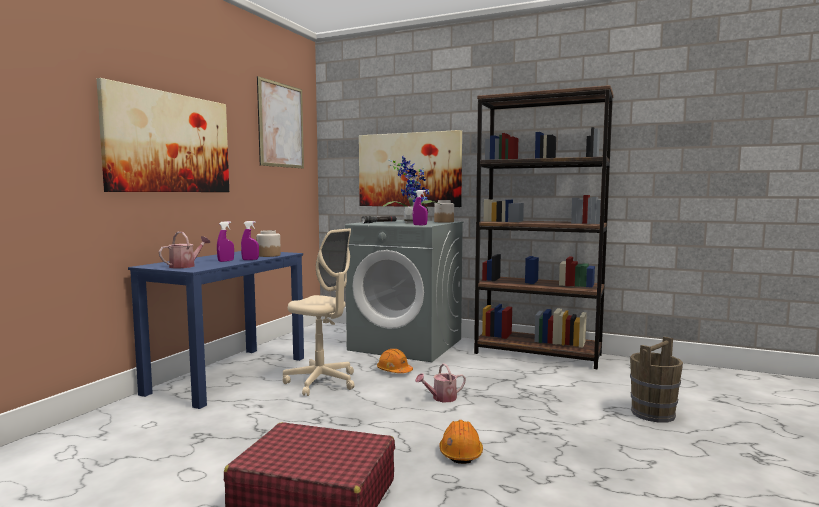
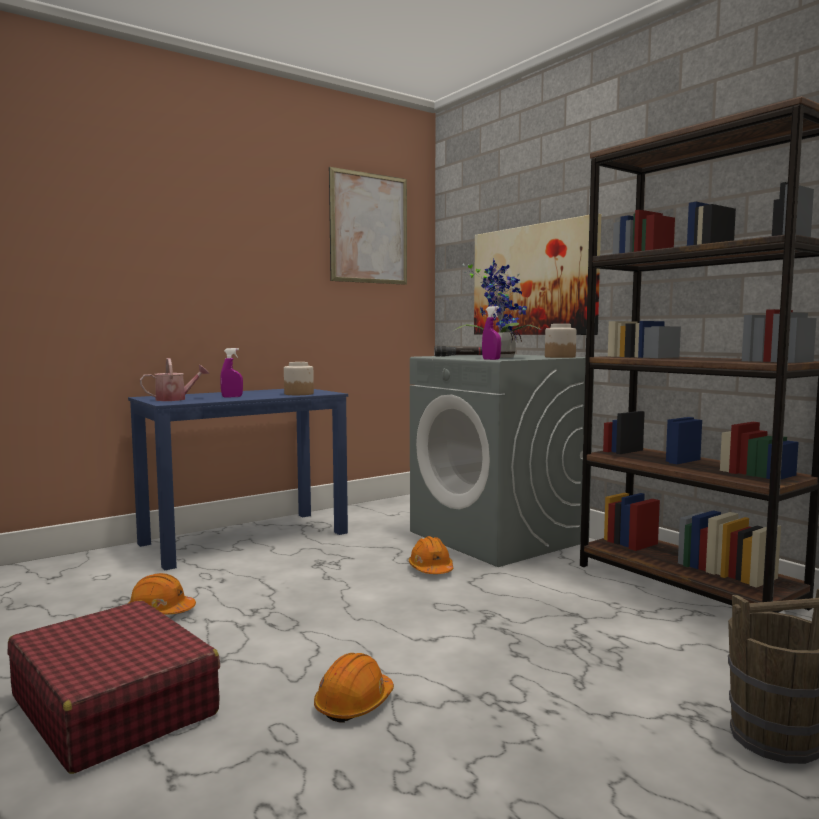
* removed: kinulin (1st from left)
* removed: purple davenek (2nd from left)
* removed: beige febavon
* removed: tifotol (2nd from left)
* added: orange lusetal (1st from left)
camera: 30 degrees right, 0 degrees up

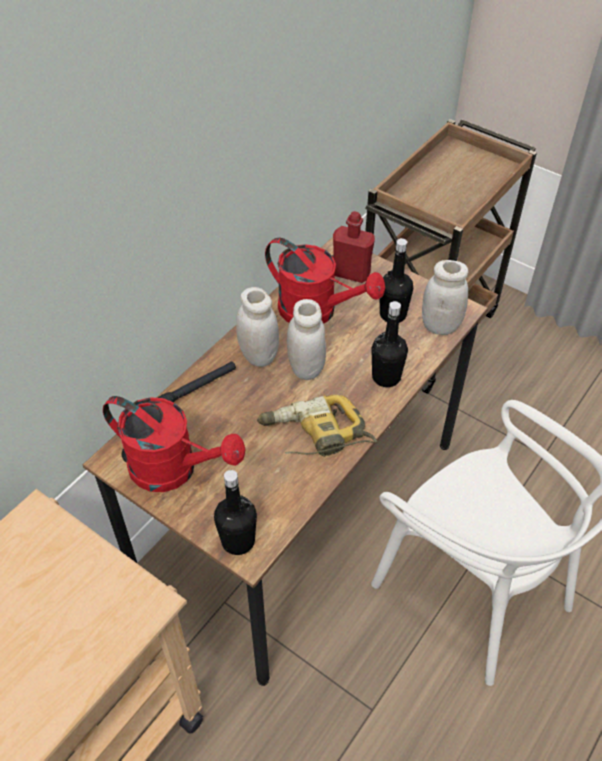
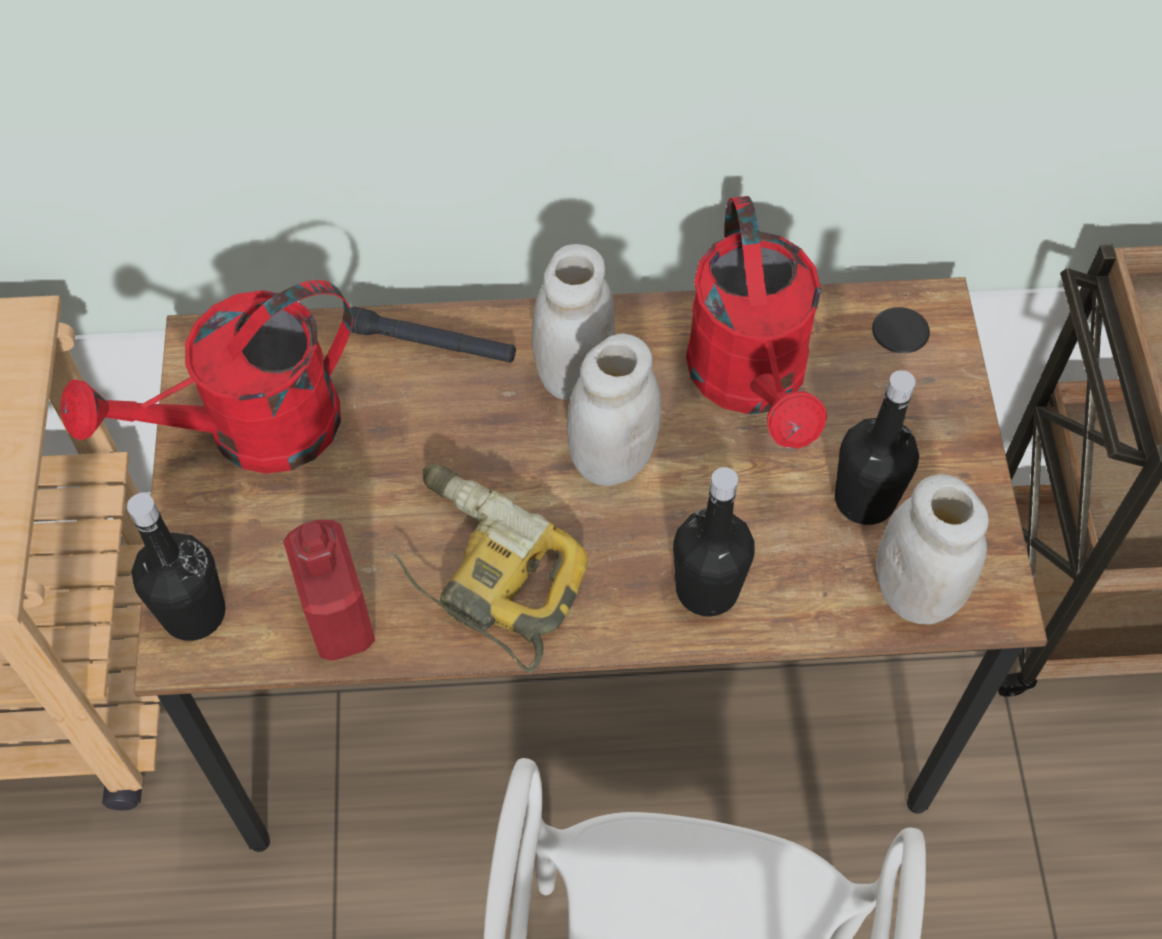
* moved: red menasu
* turned: red tifotol (1st from left) 75 degrees clockwise
camera: 50 degrees right, 10 degrees up

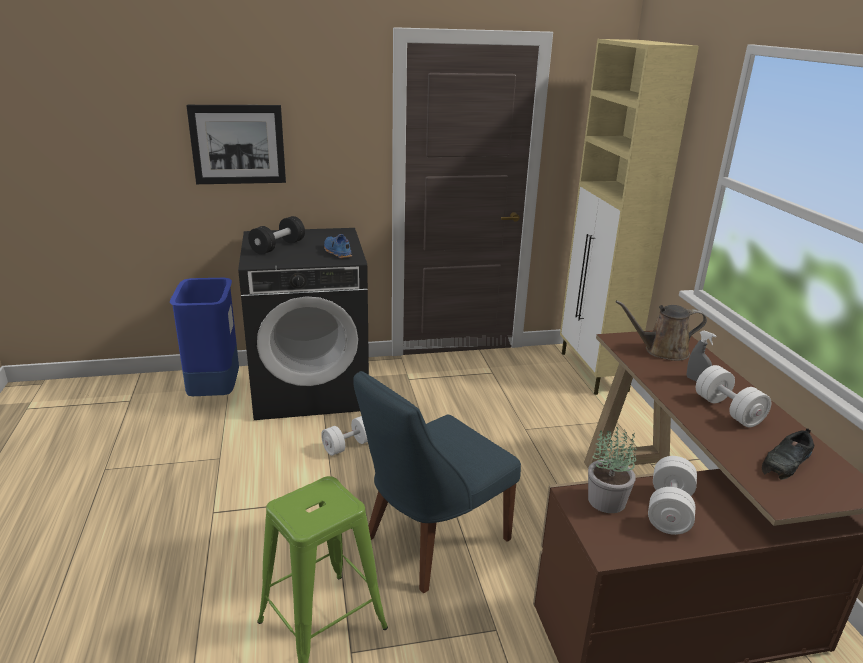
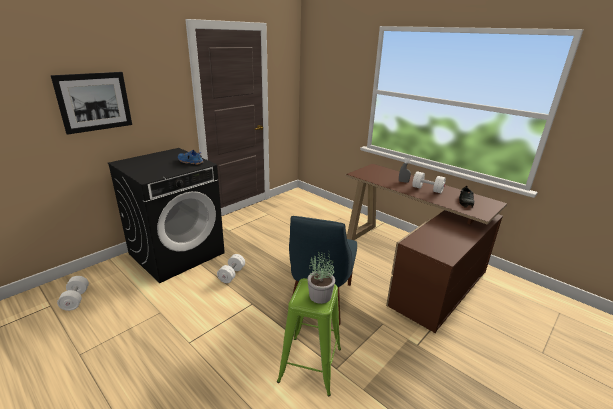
* removed: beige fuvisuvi
* removed: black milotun
* removed: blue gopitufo
* removed: brown tifotol
* moved: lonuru
* moved: white milotun (2nd from left in the first image) to white milotun (1st from left)
camera: 35 degrees left, 0 degrees up

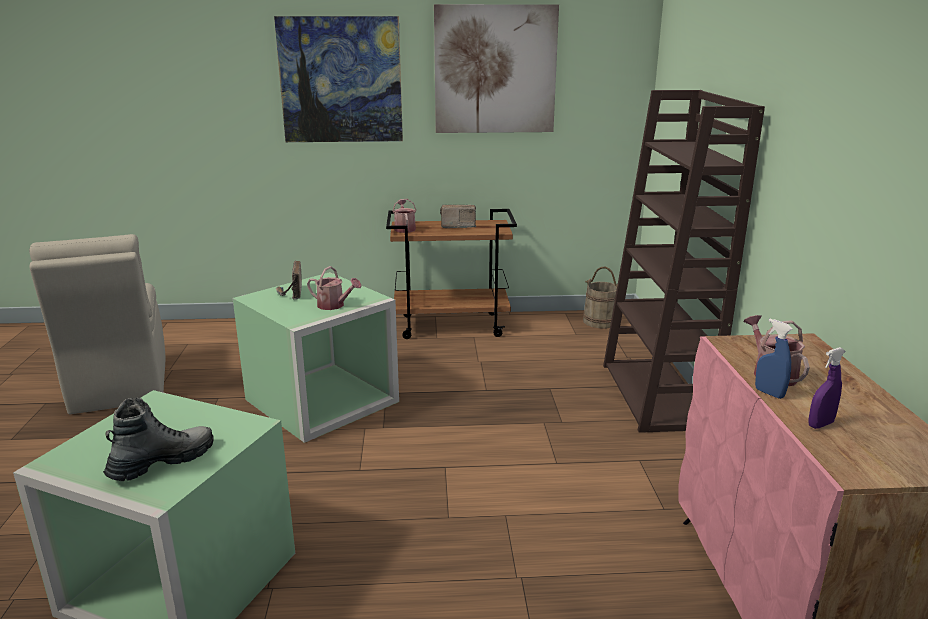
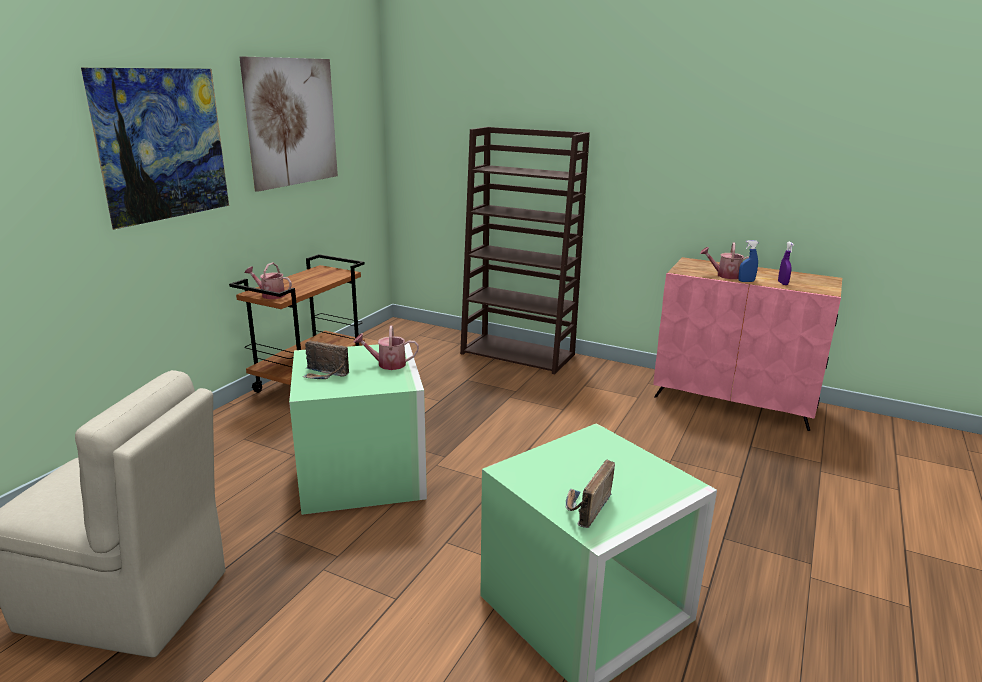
* moved: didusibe (2nd from left)
* turned: tifotol (1st from left in the first image) 150 degrees counterclockwise
* removed: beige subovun
* removed: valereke
camera: 60 degrees left, 0 degrees up

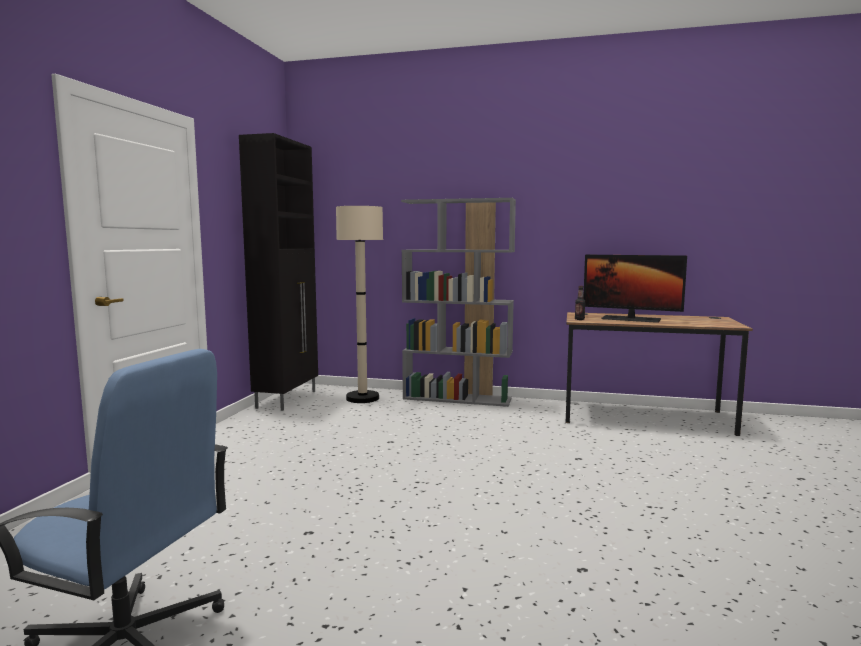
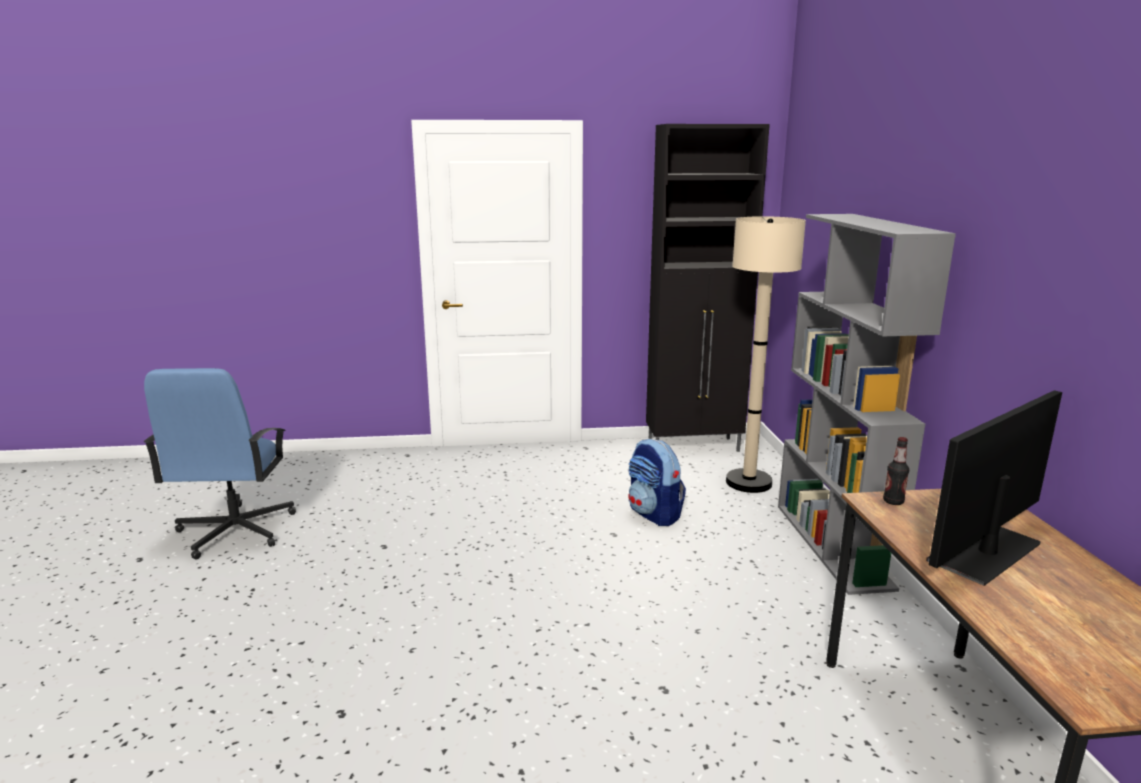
* turned: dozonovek 45 degrees clockwise
* added: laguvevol
camera: 70 degrees right, 10 degrees up

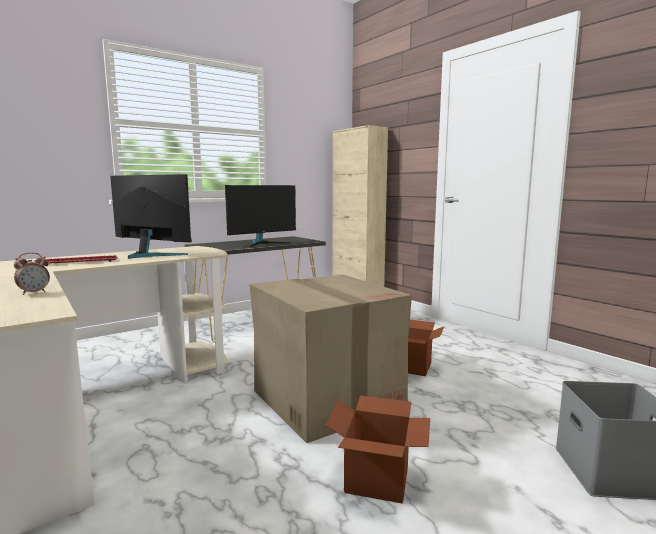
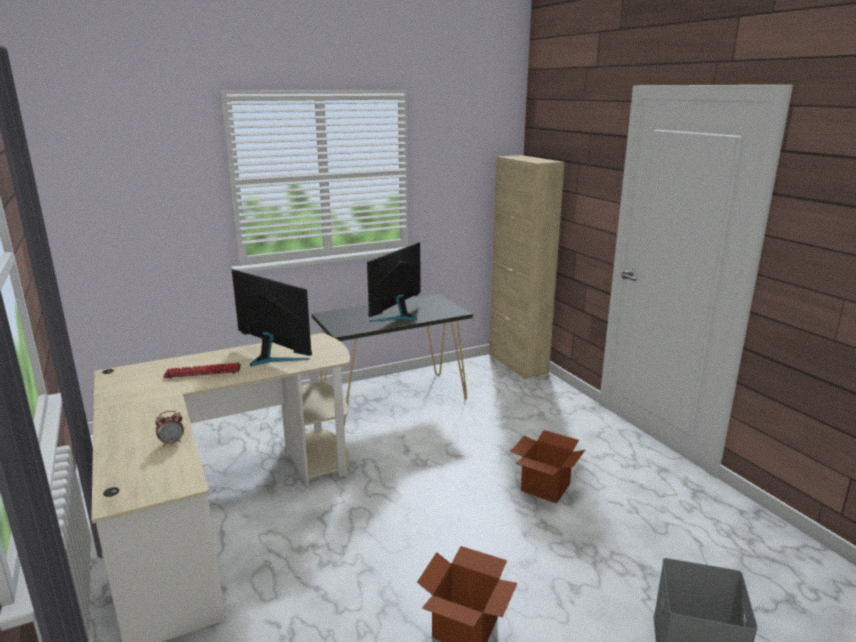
* turned: dozonovek (2nd from left) 150 degrees clockwise
* removed: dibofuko (1st from left)
camera: 10 degrees right, 10 degrees up

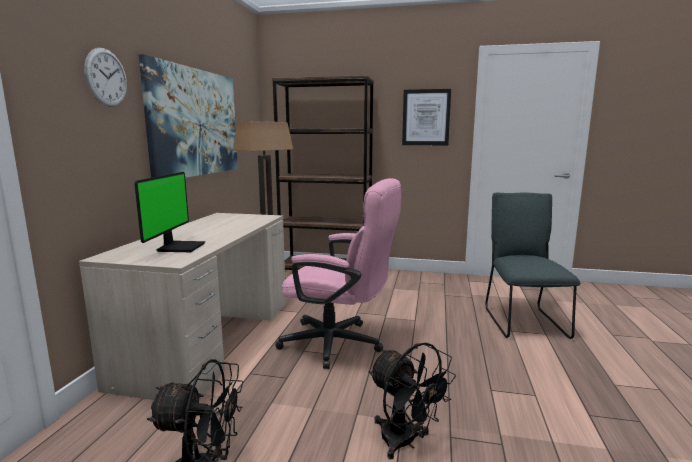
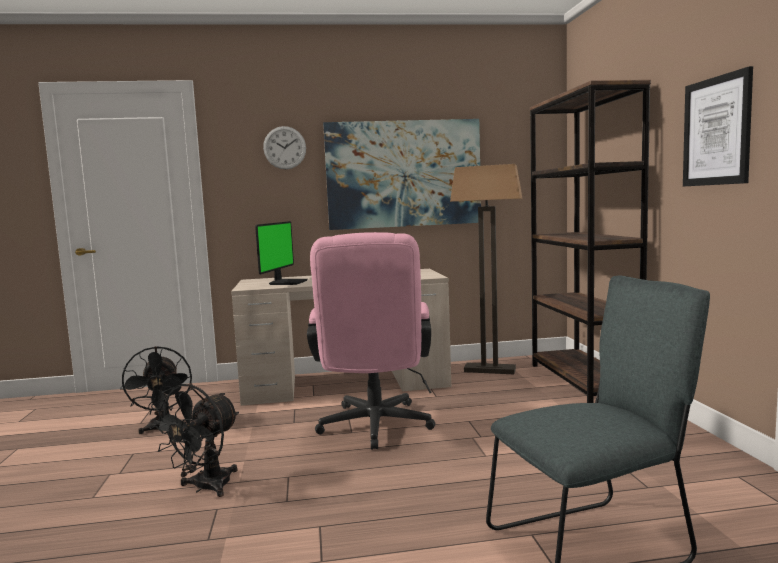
* turned: dozonovek 60 degrees counterclockwise
camera: 70 degrees right, 5 degrees down

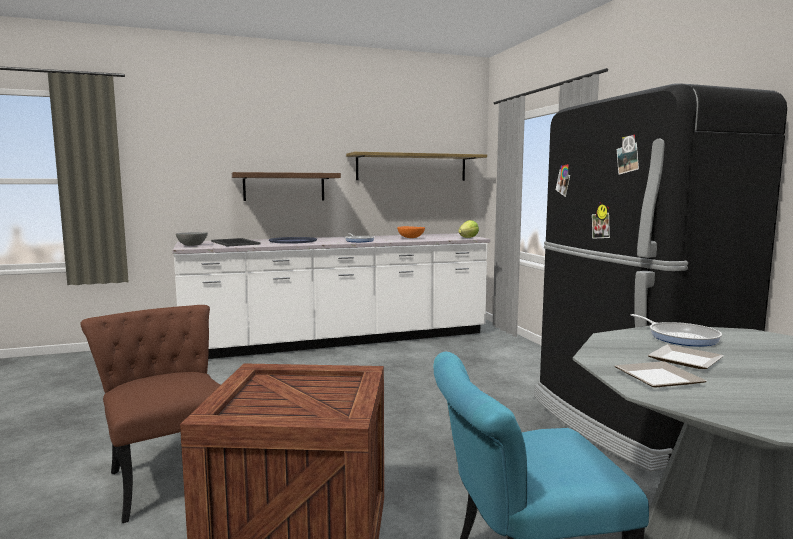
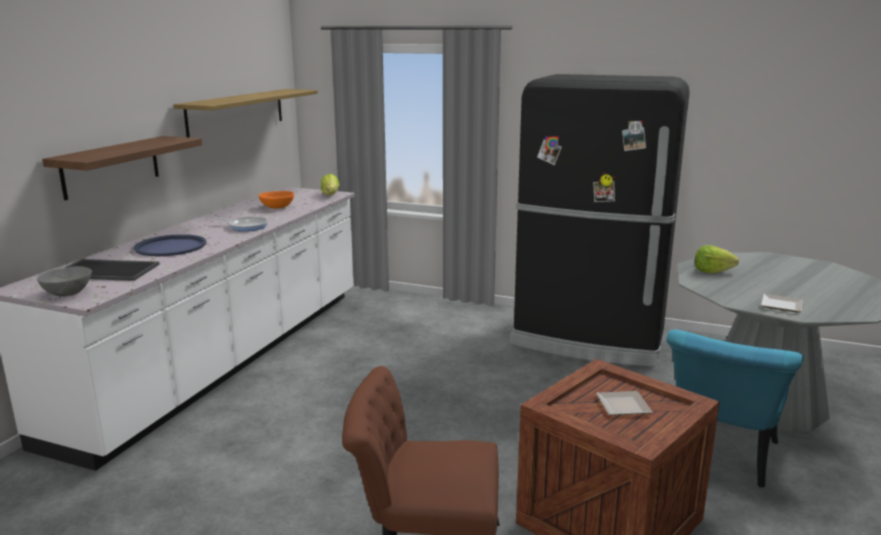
* replaced: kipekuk (2nd from left) to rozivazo (2nd from left)
* moved: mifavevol (2nd from left in the first image) to mifavevol (1st from left)
camera: 50 degrees left, 10 degrees up

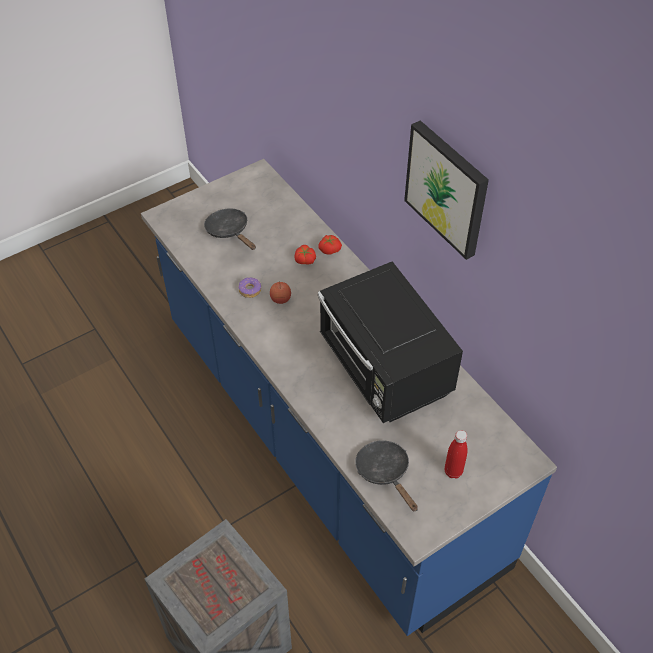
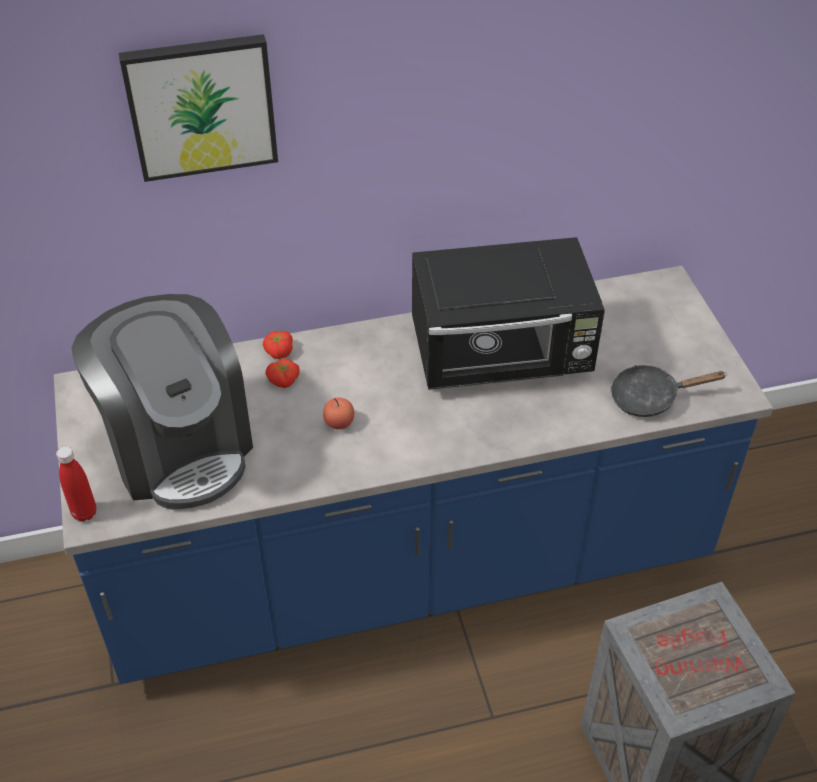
* moved: kinulin
* replaced: black kipekuk (1st from left) to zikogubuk
* removed: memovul
* moved: red menasu
camera: 70 degrees left, 5 degrees down

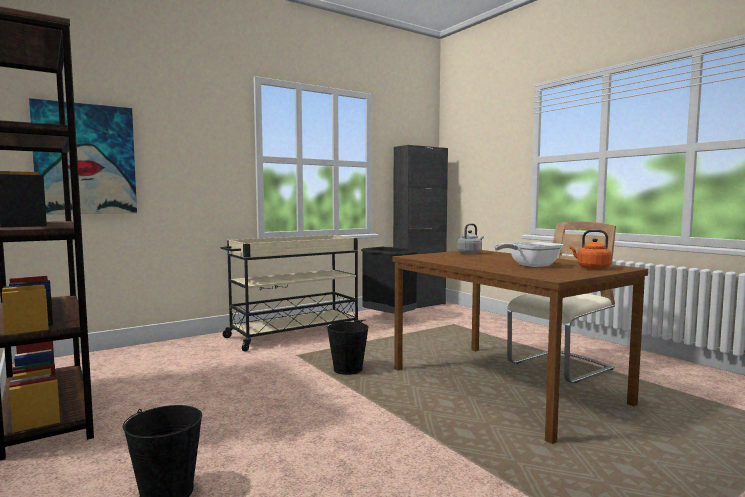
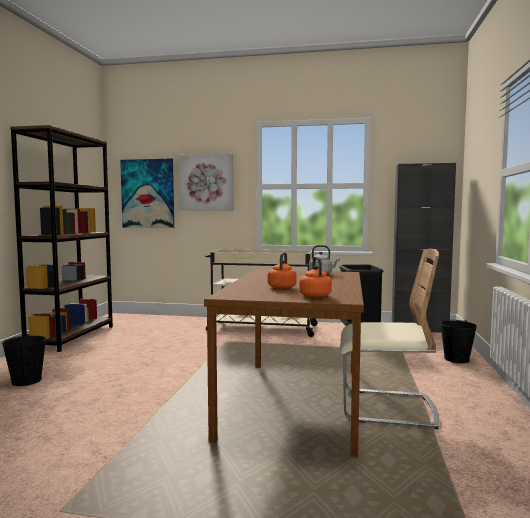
* replaced: kipekuk to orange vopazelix (1st from left)
* moved: black subovun (2nd from left)
* added: kinulin (2nd from left)
camera: 45 degrees right, 0 degrees up

